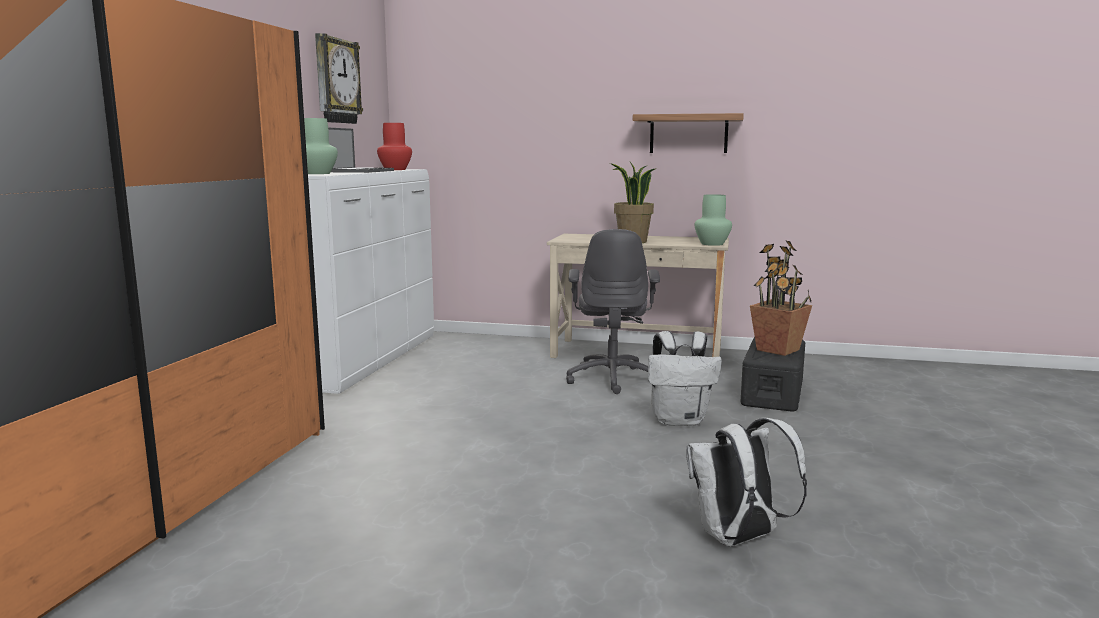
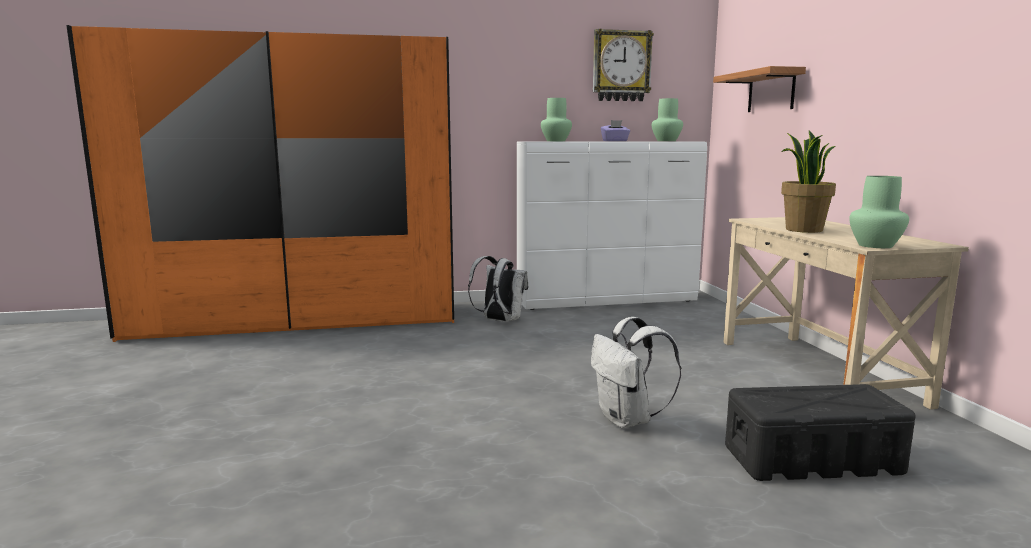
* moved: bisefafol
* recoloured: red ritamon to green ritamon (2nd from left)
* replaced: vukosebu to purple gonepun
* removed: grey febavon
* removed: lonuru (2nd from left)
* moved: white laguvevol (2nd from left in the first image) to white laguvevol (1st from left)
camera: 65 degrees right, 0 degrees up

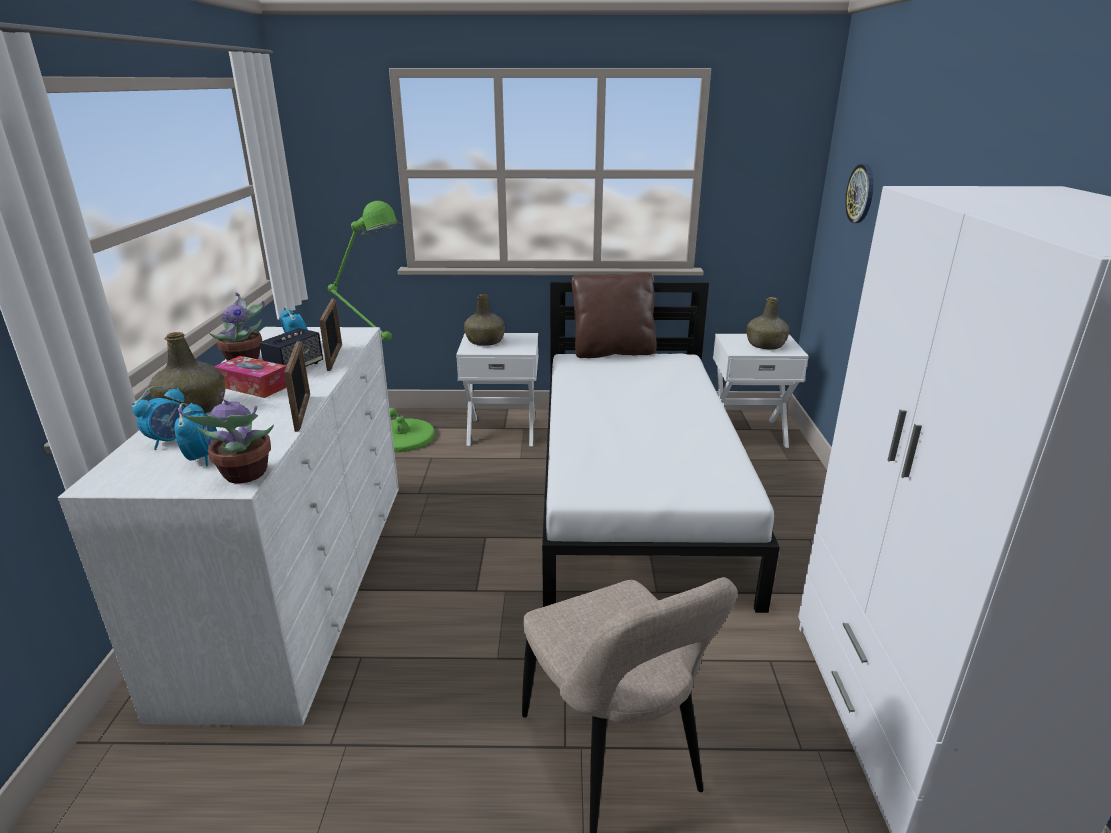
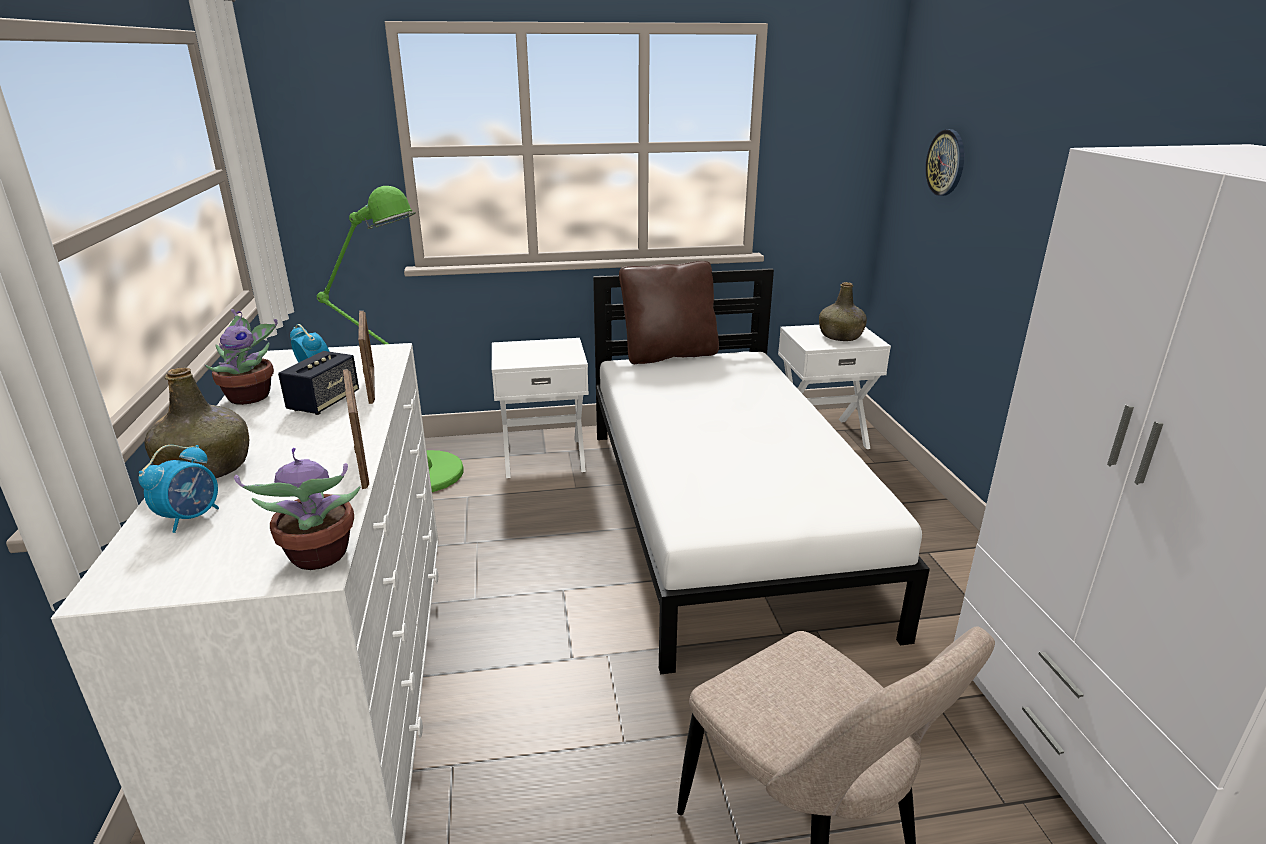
* removed: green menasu (2nd from left)
* removed: gonepun
* removed: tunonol (2nd from left)
camera: 10 degrees left, 0 degrees up

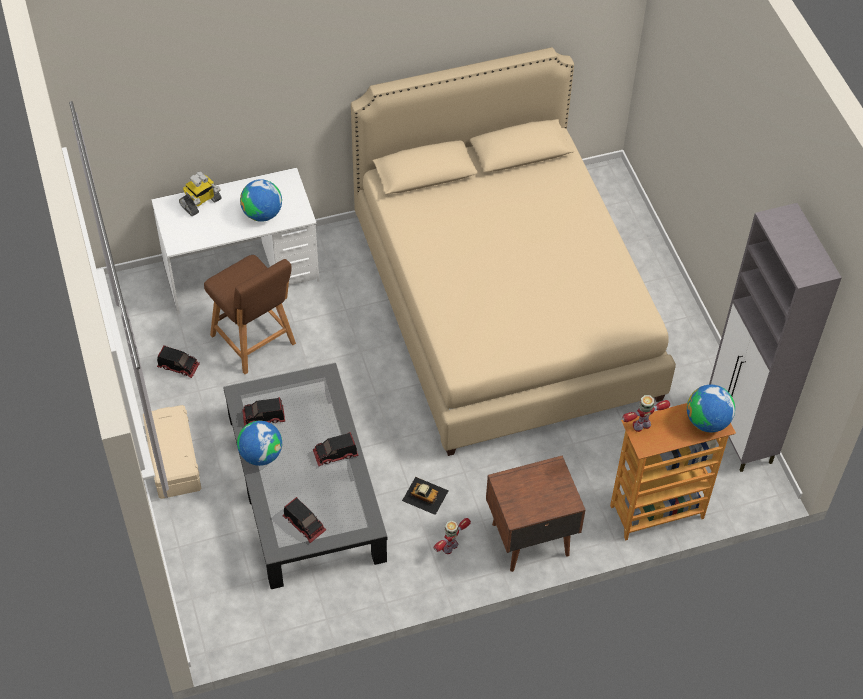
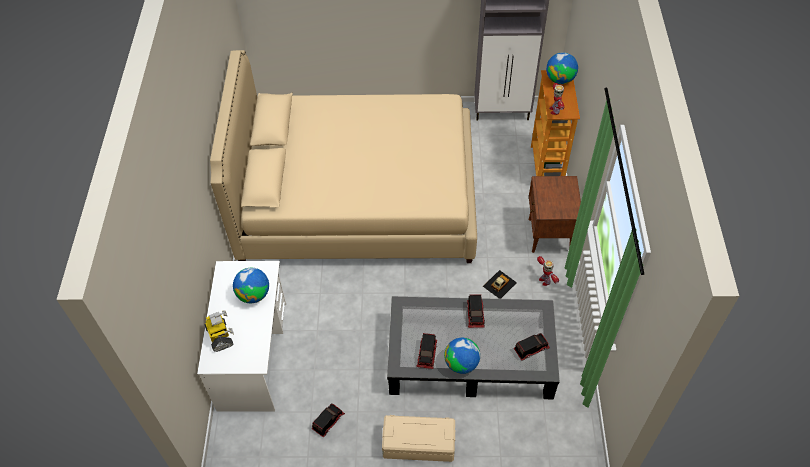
* removed: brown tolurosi
camera: 70 degrees left, 0 degrees up

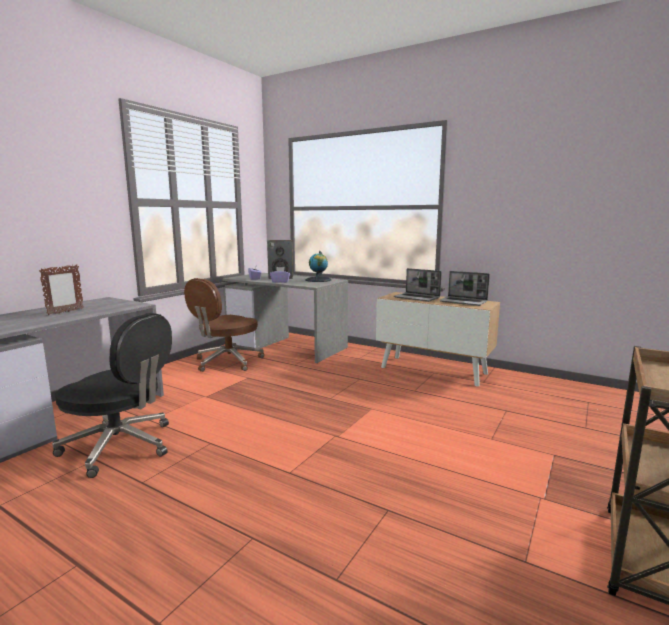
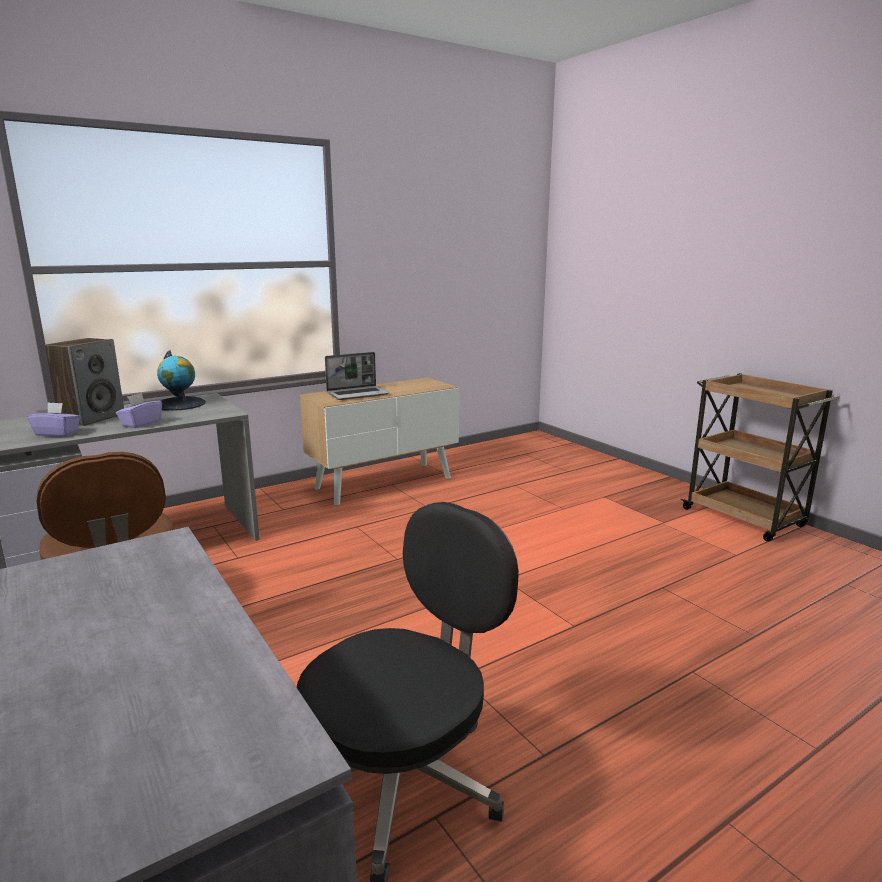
* removed: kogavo
* removed: vukosebu (2nd from left)
camera: 65 degrees left, 5 degrees up

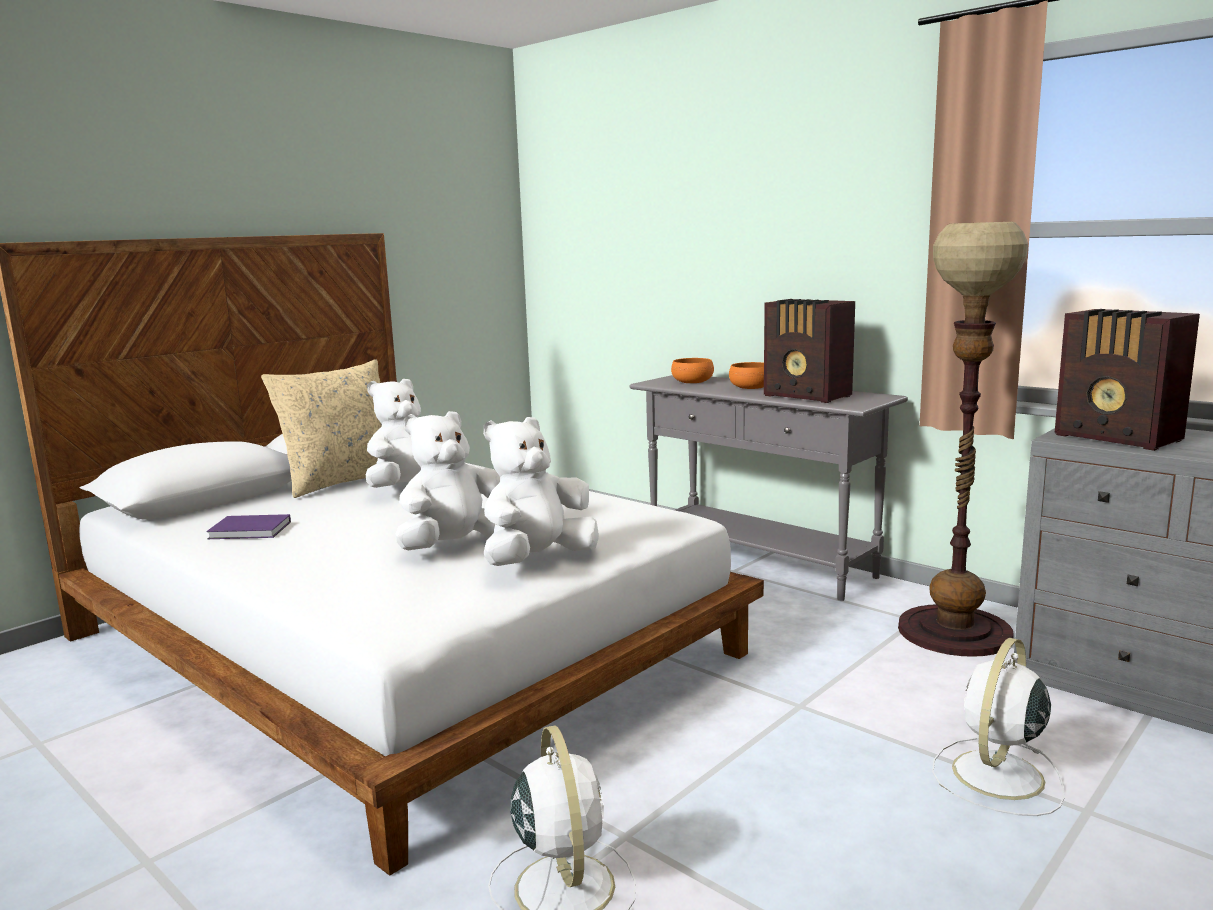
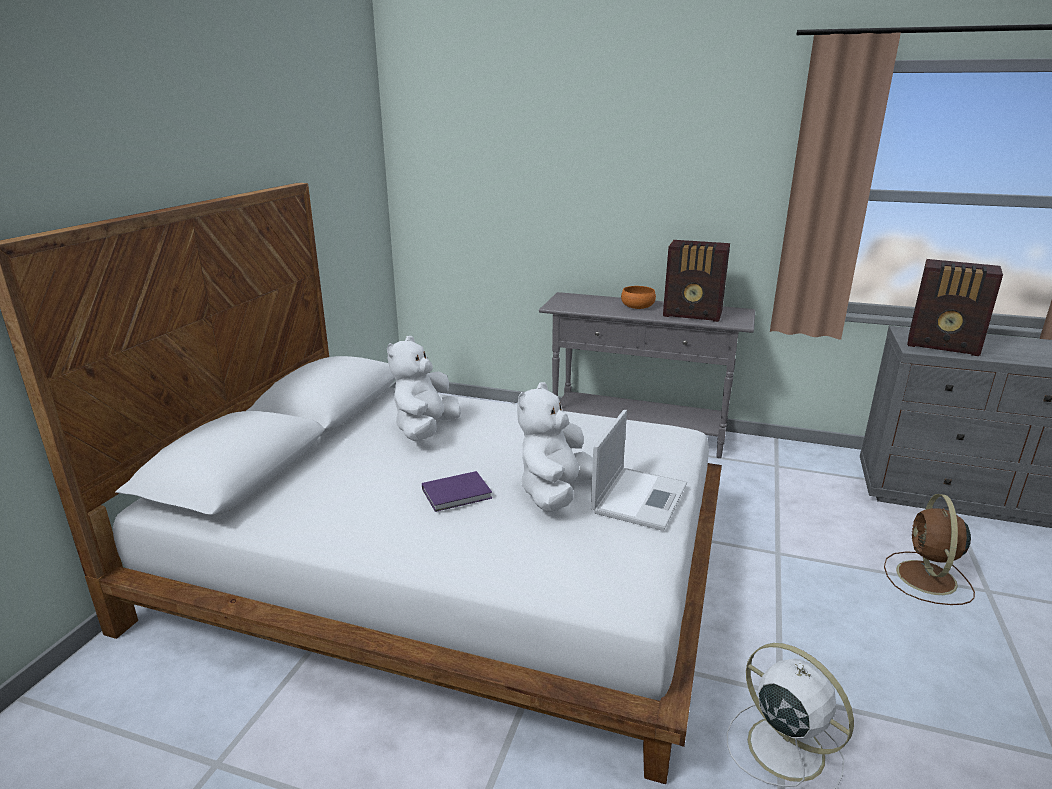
* removed: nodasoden
* removed: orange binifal (1st from left)
* removed: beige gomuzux
* replaced: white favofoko (3rd from left) to vukosebu
* moved: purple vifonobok
* recoloured: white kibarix (2nd from left) to brown kibarix
camera: 25 degrees left, 10 degrees up

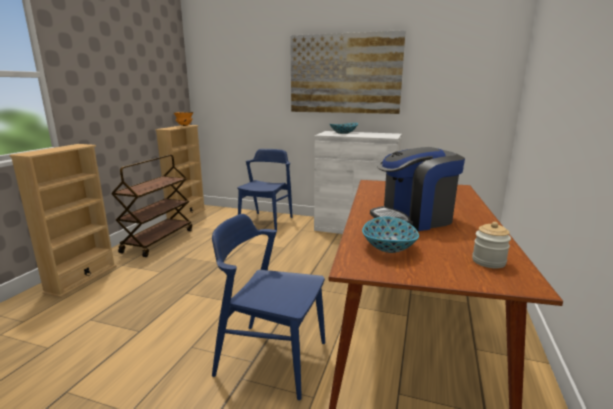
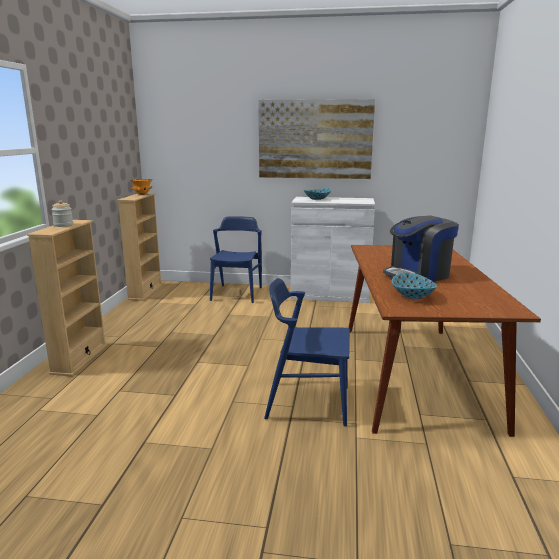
* removed: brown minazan
* moved: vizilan
camera: 10 degrees left, 0 degrees up

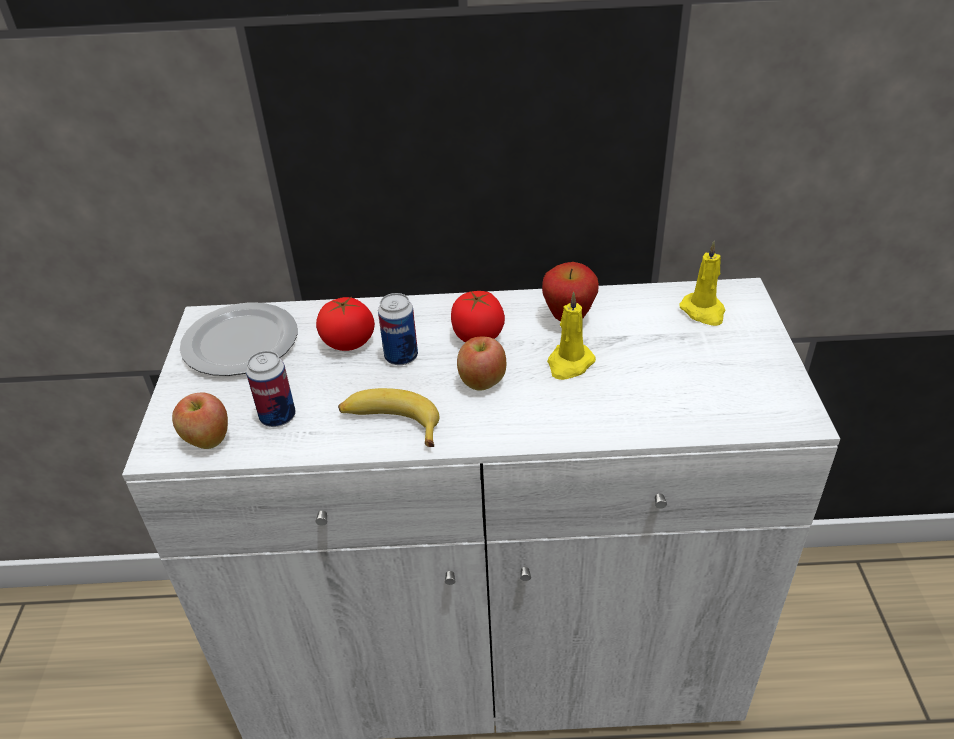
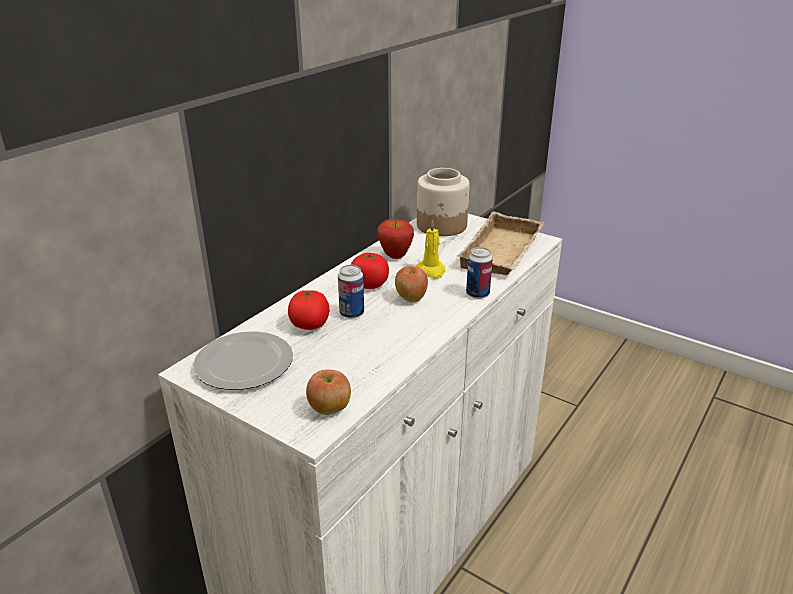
* replaced: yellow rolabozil (2nd from left) to vizilan
* moved: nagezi (1st from left in the first image) to nagezi (2nd from left)
* removed: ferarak
* added: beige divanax
camera: 55 degrees left, 10 degrees down

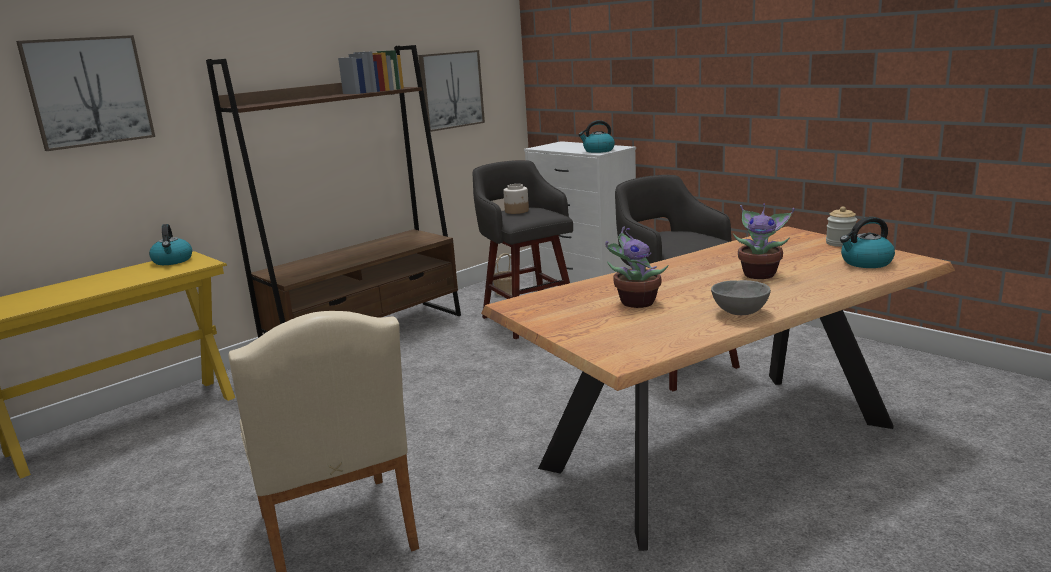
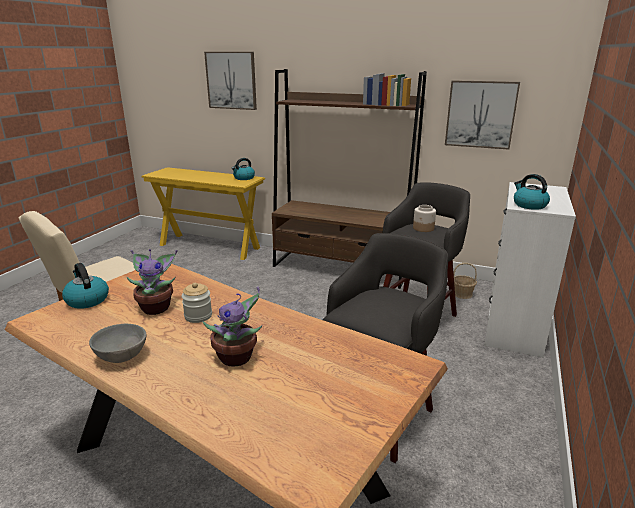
* moved: vizilan (2nd from left in the first image) to vizilan (1st from left)
* moved: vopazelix (3rd from left in the first image) to vopazelix (1st from left)
camera: 65 degrees right, 5 degrees up

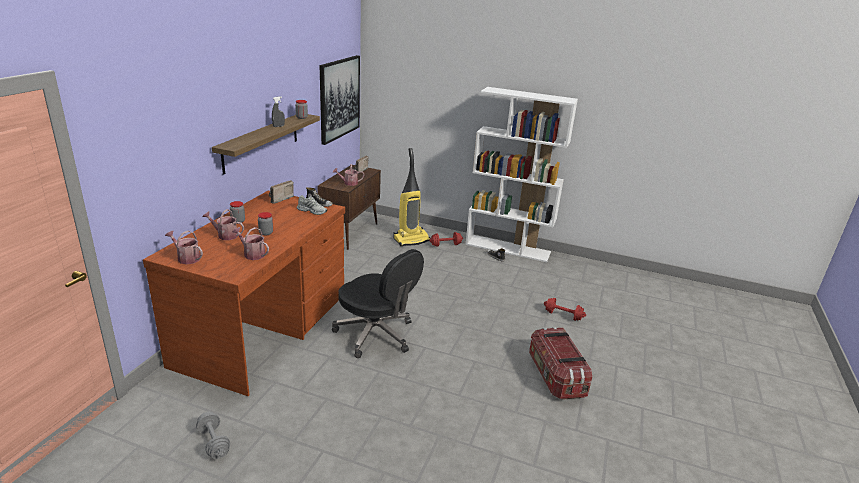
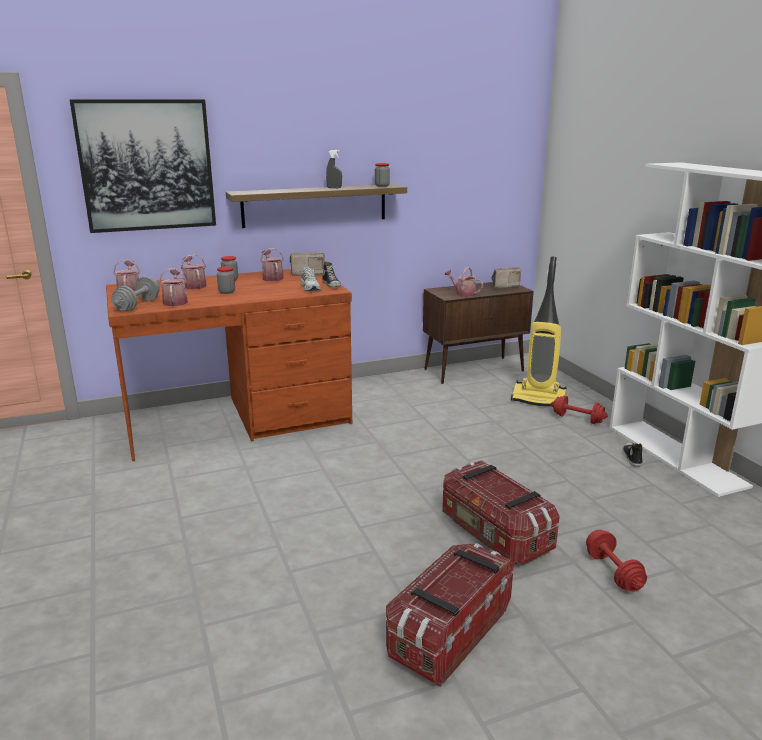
* moved: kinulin
* removed: black febavon
* moved: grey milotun
* added: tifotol (4th from left)
* added: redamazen (2nd from left)
camera: 50 degrees right, 5 degrees down

